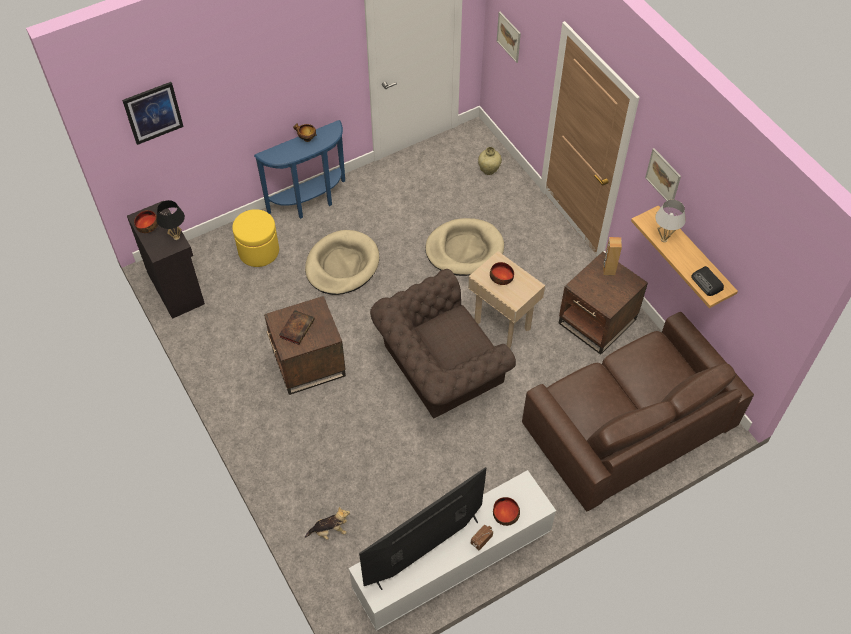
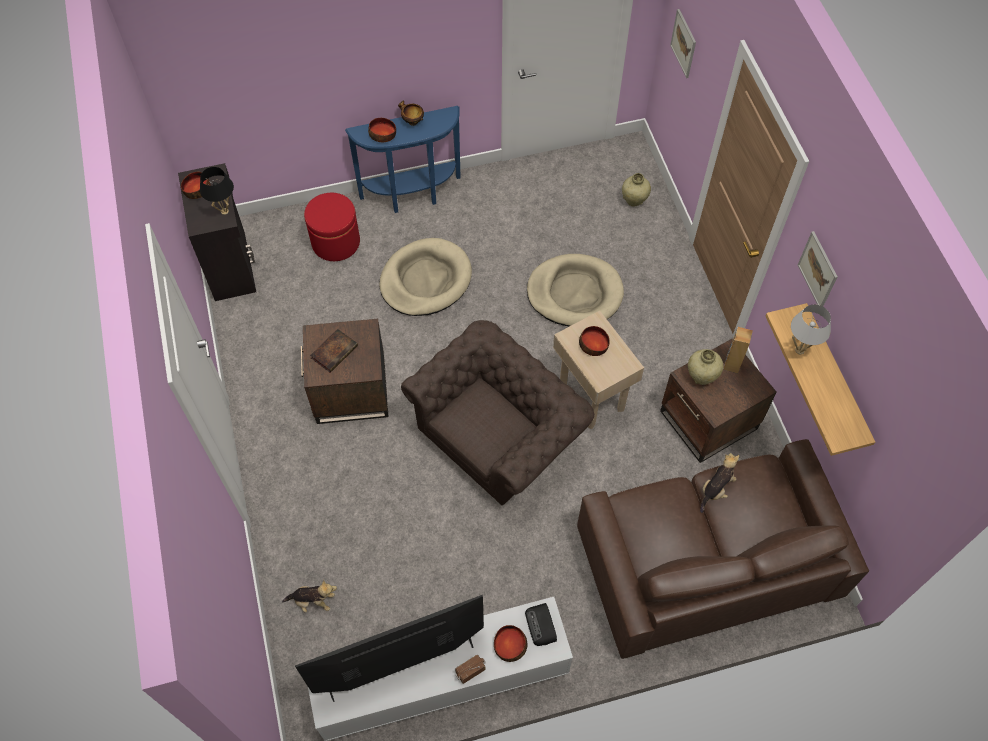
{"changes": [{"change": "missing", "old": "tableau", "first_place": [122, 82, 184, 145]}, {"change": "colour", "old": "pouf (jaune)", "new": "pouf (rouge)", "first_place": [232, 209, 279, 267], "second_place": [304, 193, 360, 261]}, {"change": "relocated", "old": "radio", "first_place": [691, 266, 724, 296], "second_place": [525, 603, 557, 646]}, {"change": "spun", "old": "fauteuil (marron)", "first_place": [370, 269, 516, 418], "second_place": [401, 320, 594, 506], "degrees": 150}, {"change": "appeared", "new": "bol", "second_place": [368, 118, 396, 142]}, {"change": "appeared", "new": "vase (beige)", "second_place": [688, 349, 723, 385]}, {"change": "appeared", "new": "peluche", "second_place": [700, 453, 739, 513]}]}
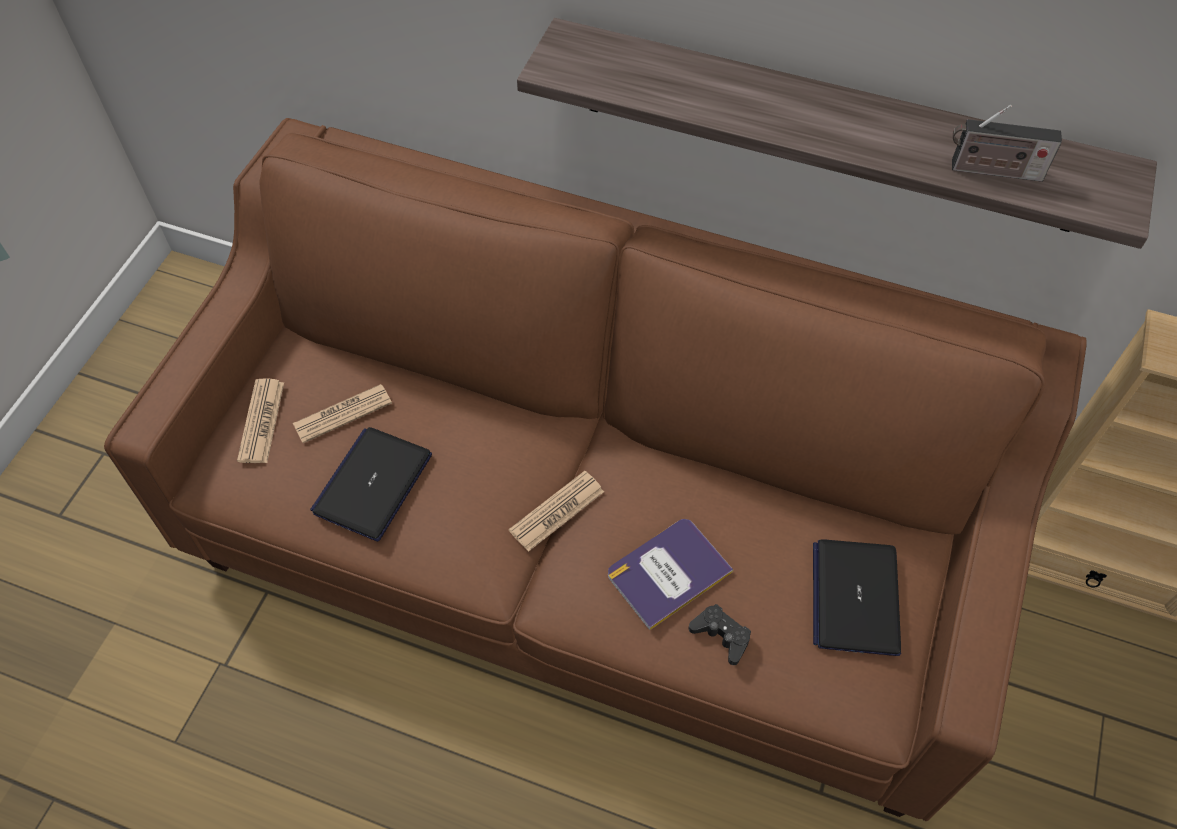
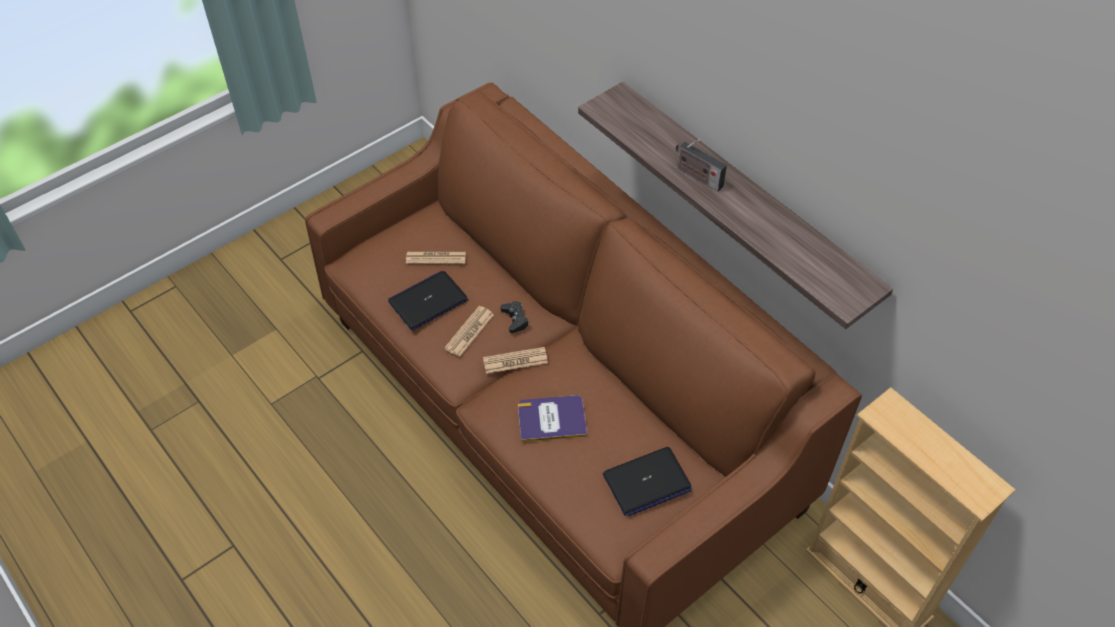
{"changes": [{"change": "relocated", "old": "radio", "first_place": [952, 104, 1062, 182], "second_place": [676, 139, 727, 191]}, {"change": "relocated", "old": "journal", "first_place": [237, 378, 284, 463], "second_place": [444, 306, 494, 357]}, {"change": "spun", "old": "ordinateur portable", "first_place": [813, 539, 901, 656], "second_place": [603, 447, 692, 516], "degrees": -150}, {"change": "relocated", "old": "manette (noir)", "first_place": [689, 604, 751, 665], "second_place": [500, 301, 529, 333]}]}
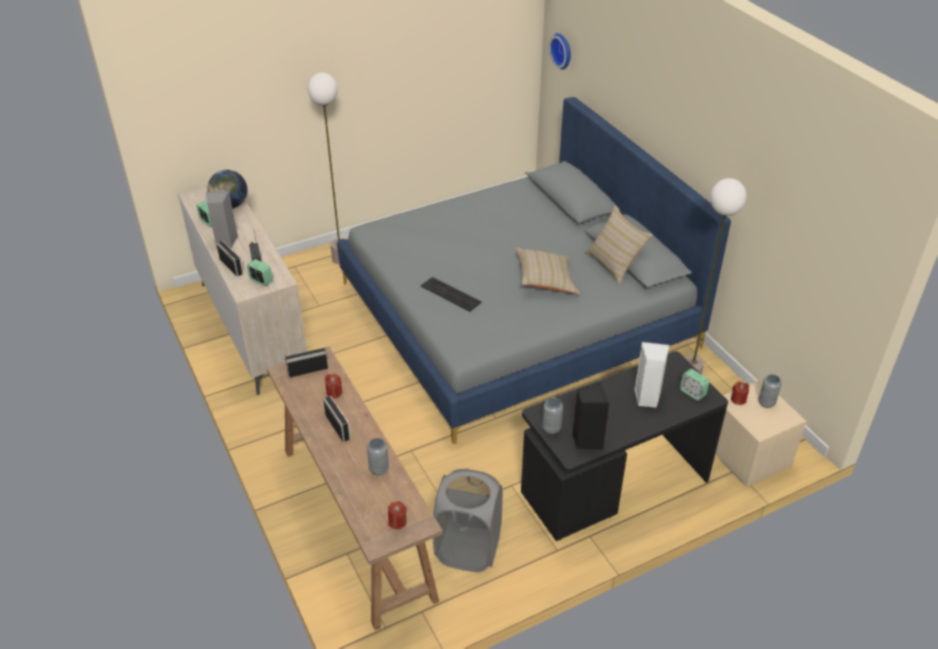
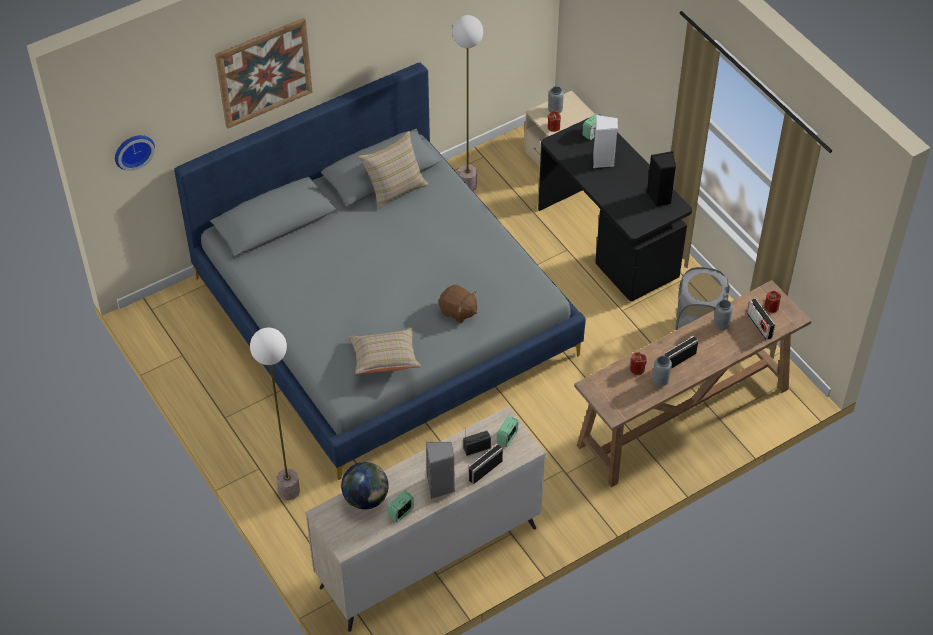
{"changes": [{"change": "relocated", "old": "coussin (beige)", "first_place": [516, 247, 580, 294], "second_place": [349, 328, 421, 374]}, {"change": "exchanged", "old": "clavier", "new": "peluche (marron)", "first_place": [421, 277, 482, 312], "second_place": [438, 285, 477, 324]}, {"change": "relocated", "old": "radio", "first_place": [285, 347, 328, 378], "second_place": [747, 298, 775, 340]}, {"change": "relocated", "old": "vase (gris)", "first_place": [542, 397, 563, 434], "second_place": [652, 356, 672, 386]}, {"change": "appeared", "new": "tableau", "second_place": [215, 18, 313, 129]}]}
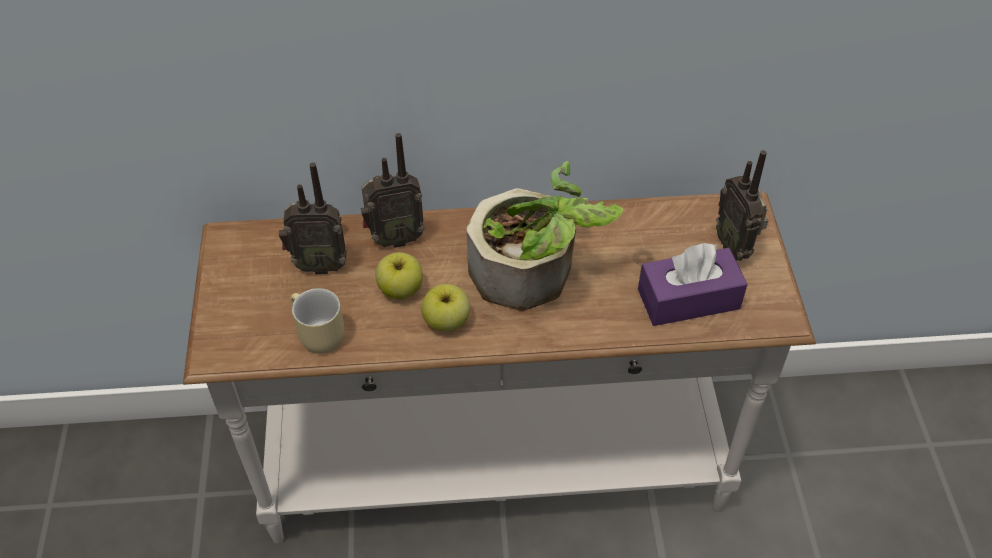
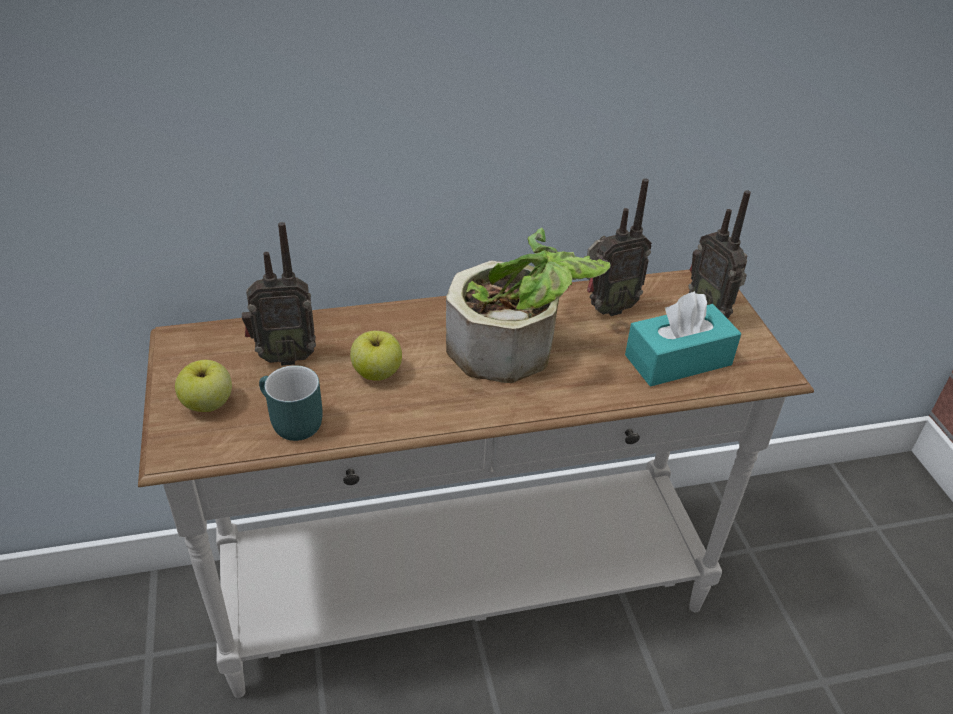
{"changes": [{"change": "relocated", "old": "radio", "first_place": [360, 133, 425, 248], "second_place": [587, 179, 652, 316]}, {"change": "colour", "old": "boîte à mouchoirs (violet)", "new": "boîte à mouchoirs (turquoise)", "first_place": [638, 243, 747, 326], "second_place": [625, 291, 742, 387]}, {"change": "relocated", "old": "pomme", "first_place": [421, 284, 470, 331], "second_place": [175, 360, 232, 412]}, {"change": "colour", "old": "mug (beige)", "new": "mug (turquoise)", "first_place": [290, 288, 344, 354], "second_place": [259, 365, 323, 441]}]}
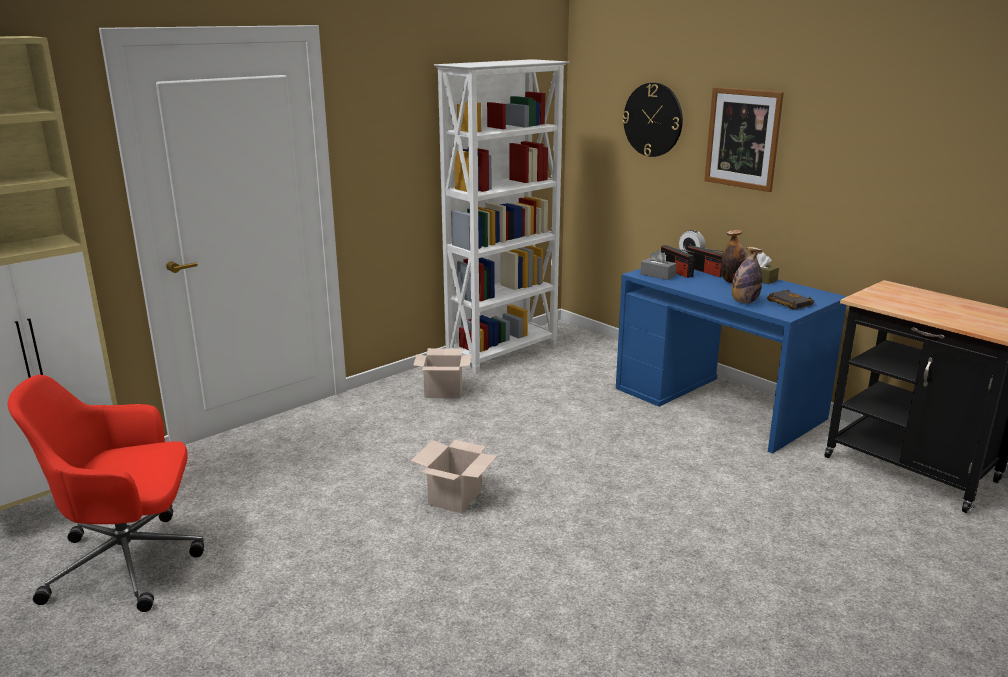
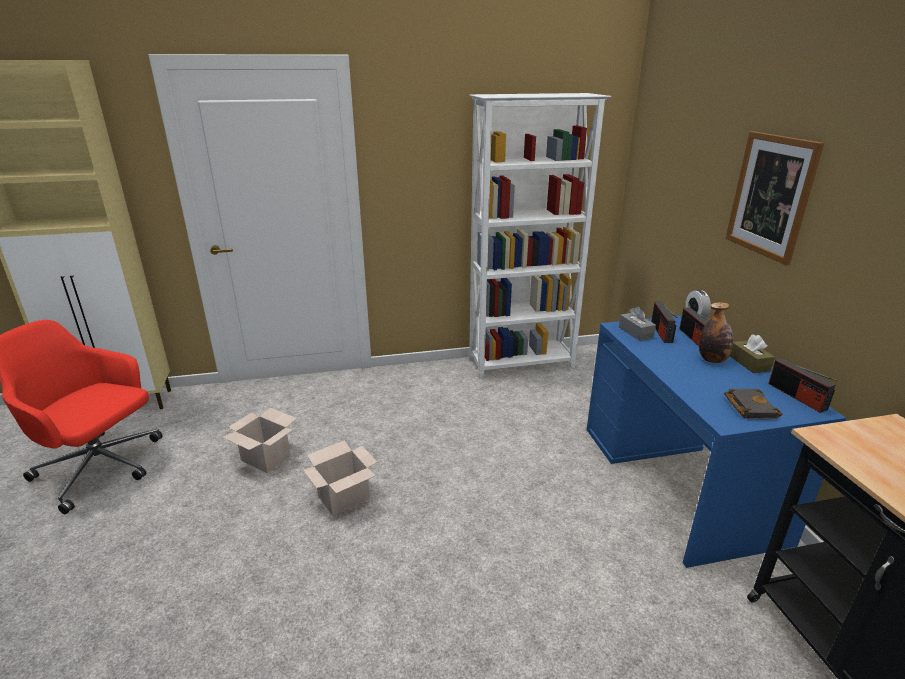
{"changes": [{"change": "missing", "old": "horloge murale", "first_place": [622, 83, 683, 157]}, {"change": "missing", "old": "bouteille", "first_place": [731, 247, 762, 304]}, {"change": "relocated", "old": "carton", "first_place": [413, 348, 471, 398], "second_place": [222, 408, 297, 473]}, {"change": "appeared", "new": "radio", "second_place": [768, 358, 837, 413]}]}
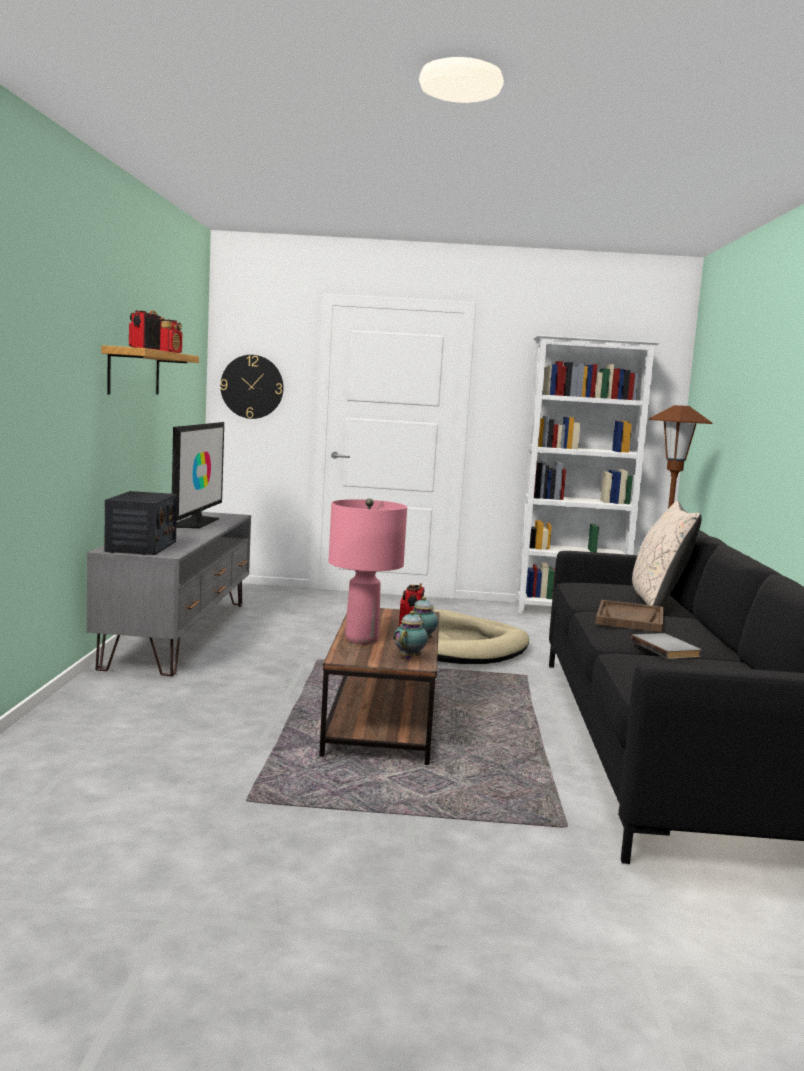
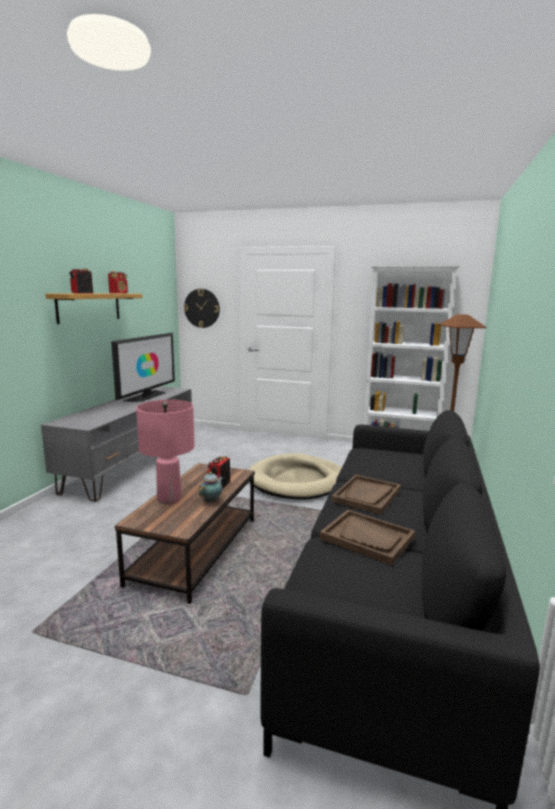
{"changes": [{"change": "missing", "old": "radio", "first_place": [104, 491, 177, 555]}, {"change": "missing", "old": "coussin (beige)", "first_place": [632, 501, 702, 607]}, {"change": "missing", "old": "théière", "first_place": [394, 611, 428, 659]}, {"change": "exchanged", "old": "livre (gris)", "new": "plateau (marron)", "first_place": [631, 633, 701, 659], "second_place": [320, 510, 415, 565]}]}
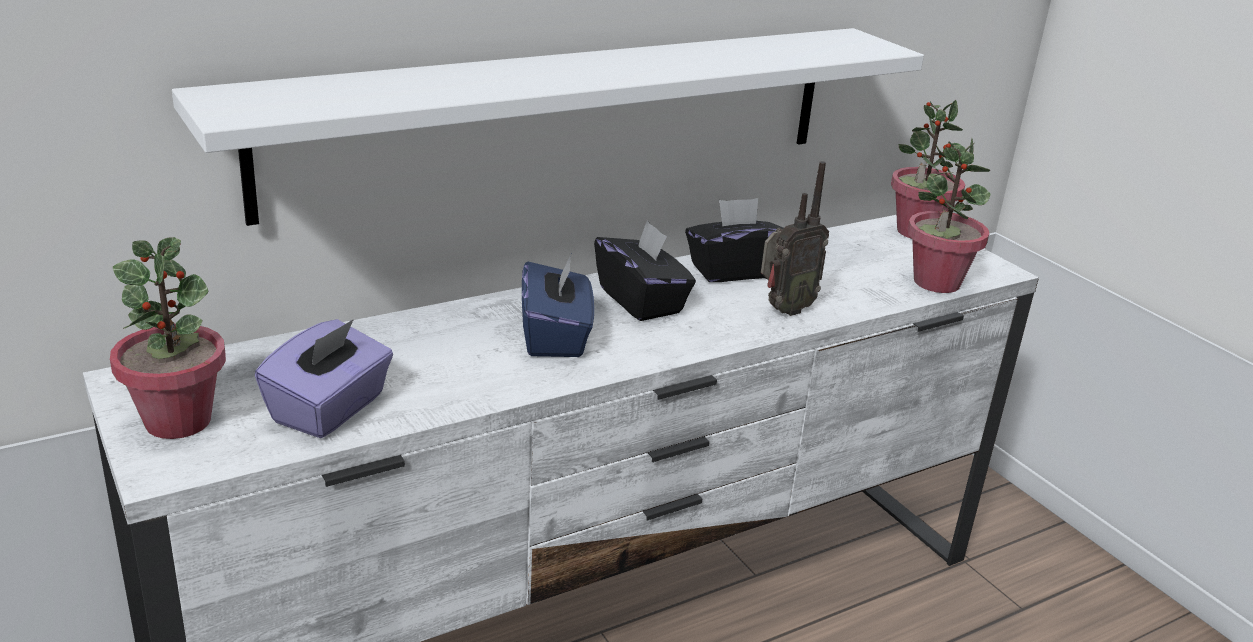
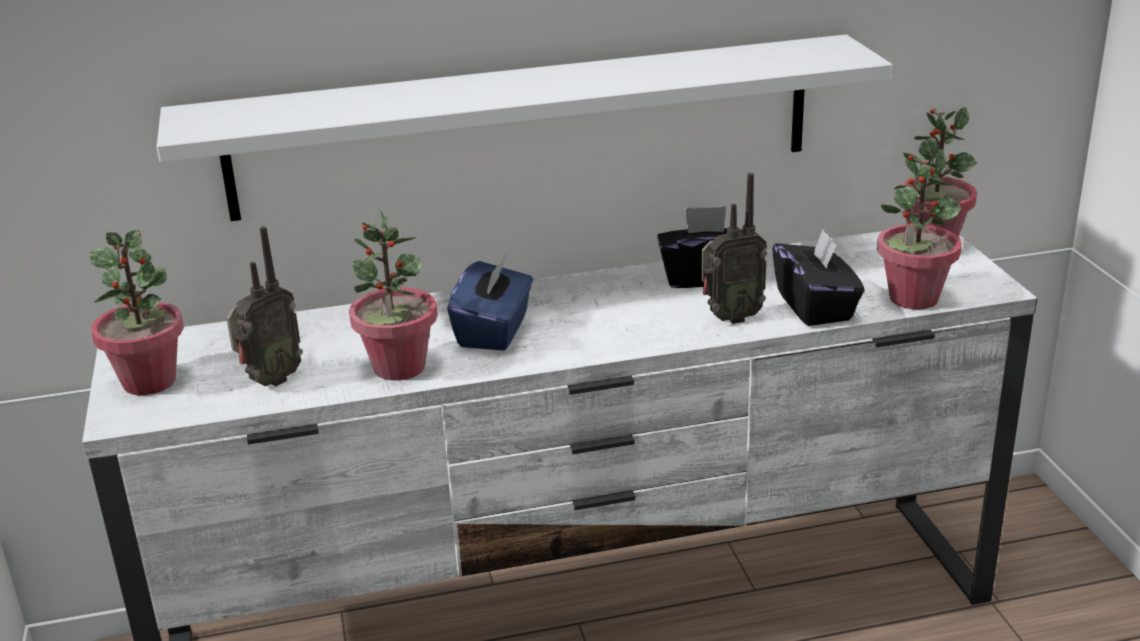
{"changes": [{"change": "relocated", "old": "boîte à mouchoirs (noir)", "first_place": [594, 220, 696, 321], "second_place": [772, 228, 864, 326]}, {"change": "exchanged", "old": "boîte à mouchoirs (violet)", "new": "radio", "first_place": [255, 319, 393, 438], "second_place": [226, 226, 303, 386]}, {"change": "appeared", "new": "plante en pot", "second_place": [349, 209, 438, 381]}]}
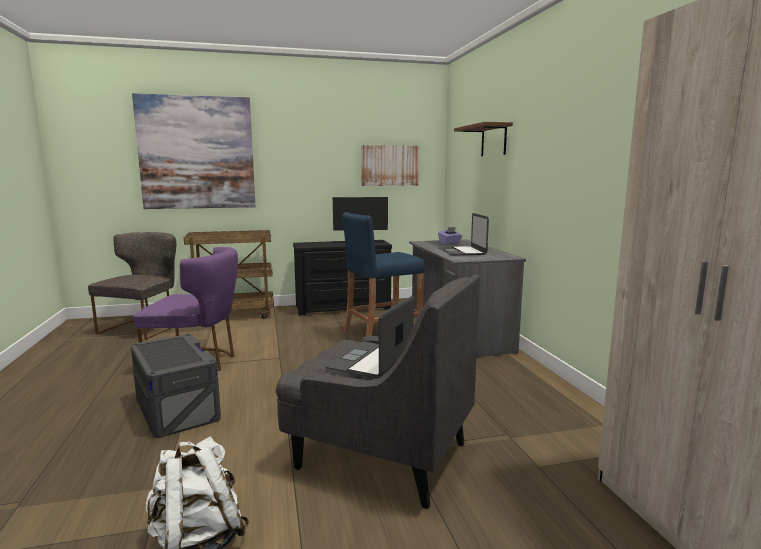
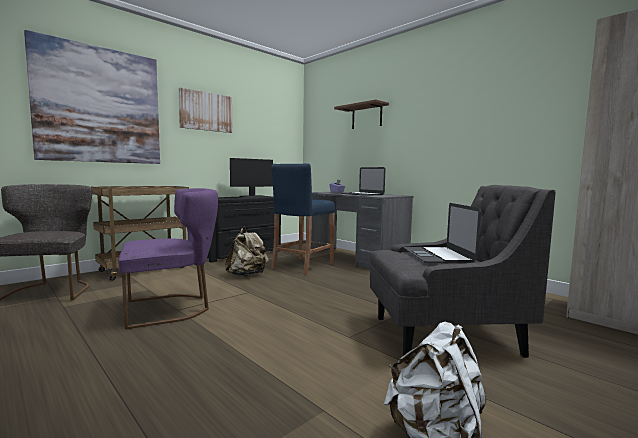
{"changes": [{"change": "relocated", "old": "tableau", "first_place": [361, 145, 420, 186], "second_place": [179, 88, 232, 133]}, {"change": "missing", "old": "boîte de rangement (gris)", "first_place": [131, 334, 221, 438]}, {"change": "appeared", "new": "sac à dos (beige)", "second_place": [225, 227, 269, 276]}]}
